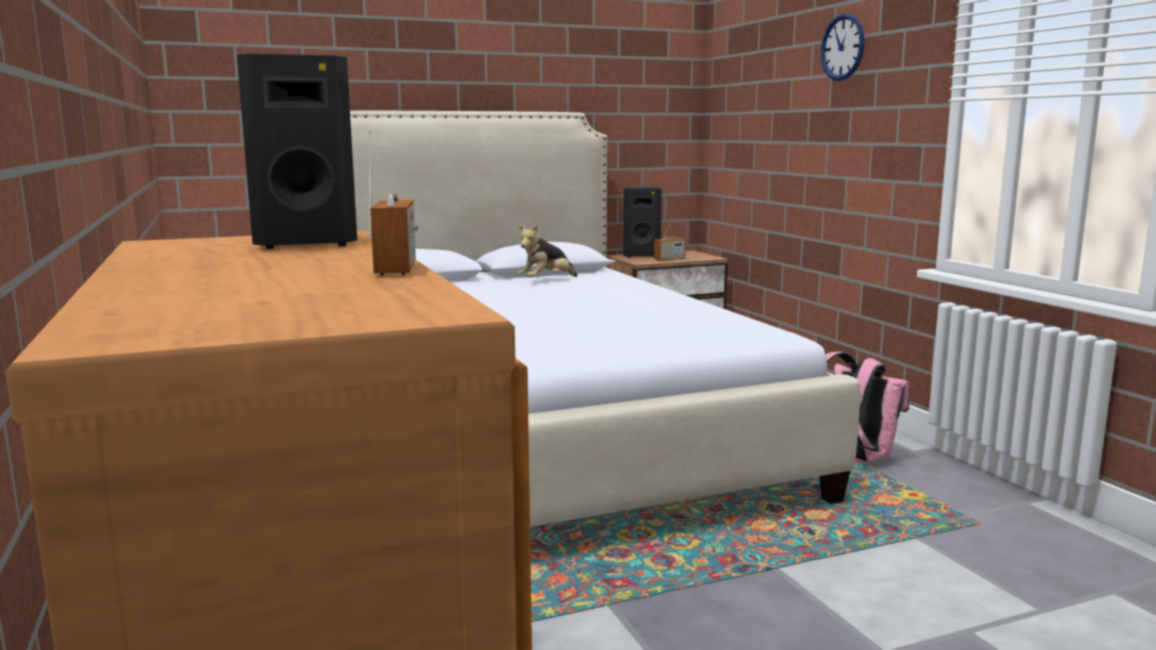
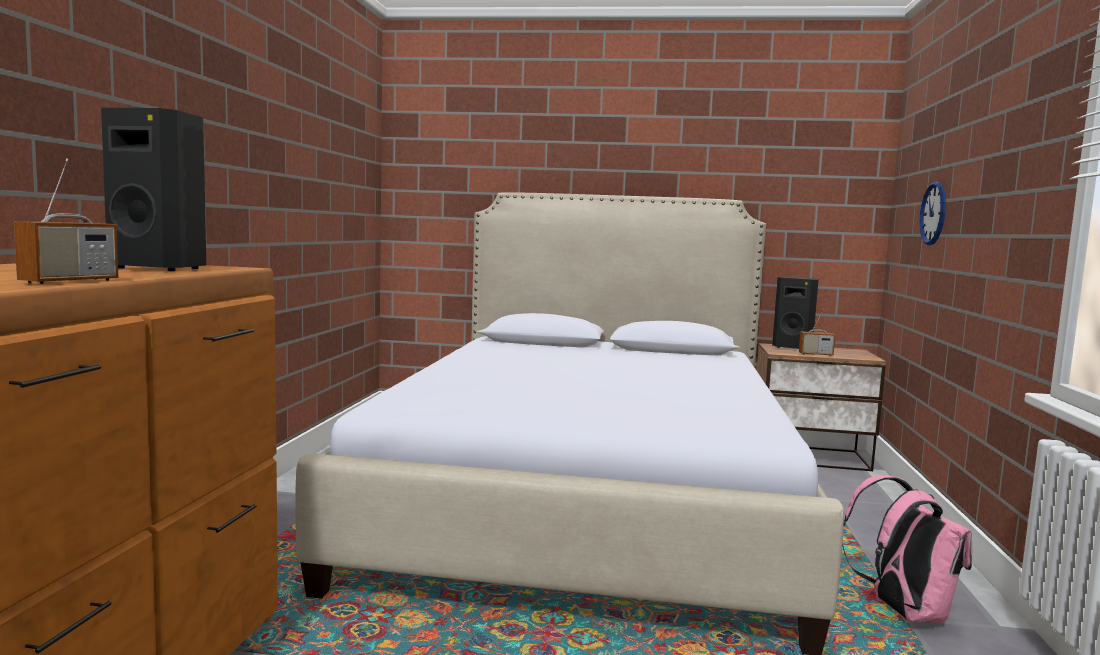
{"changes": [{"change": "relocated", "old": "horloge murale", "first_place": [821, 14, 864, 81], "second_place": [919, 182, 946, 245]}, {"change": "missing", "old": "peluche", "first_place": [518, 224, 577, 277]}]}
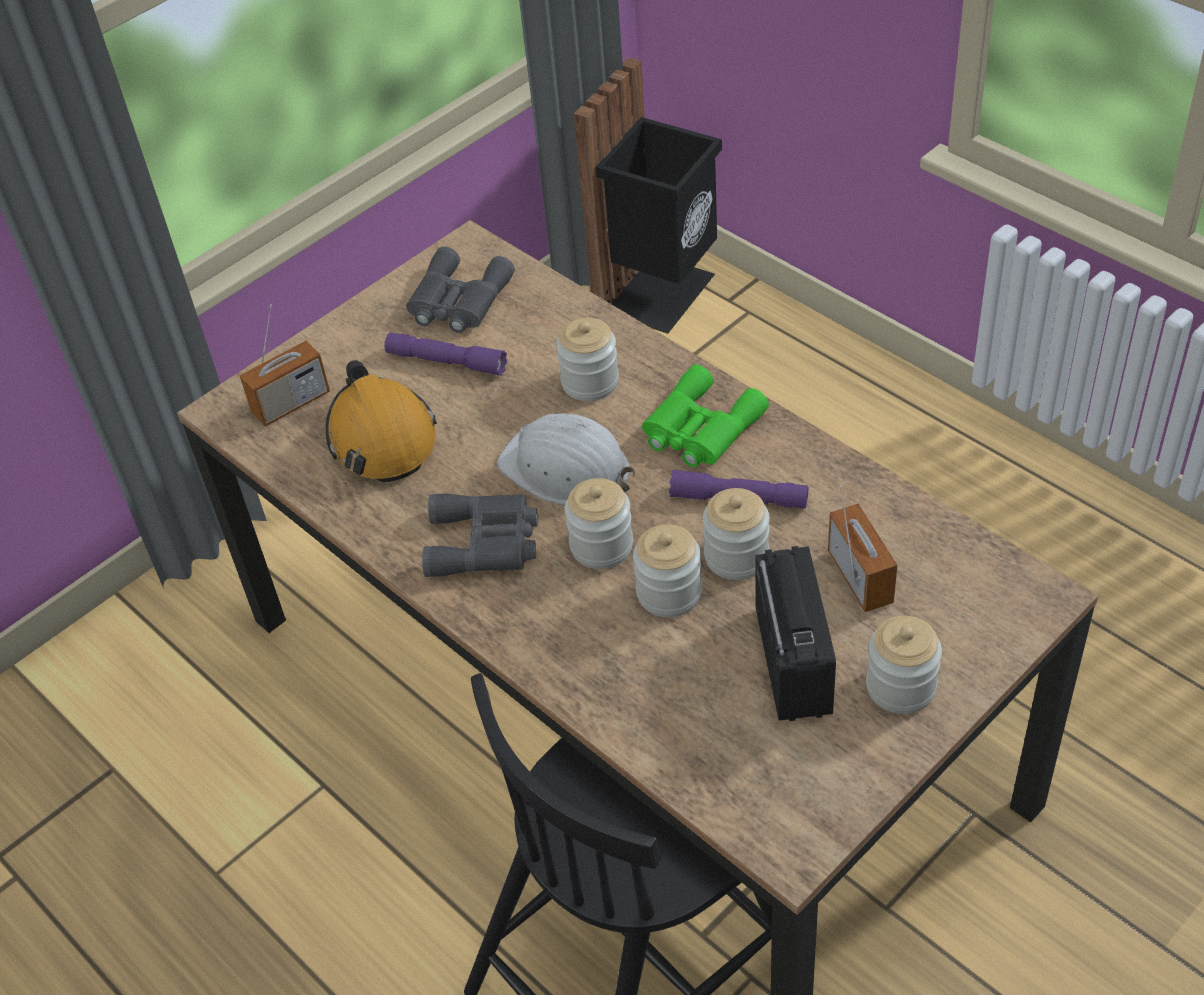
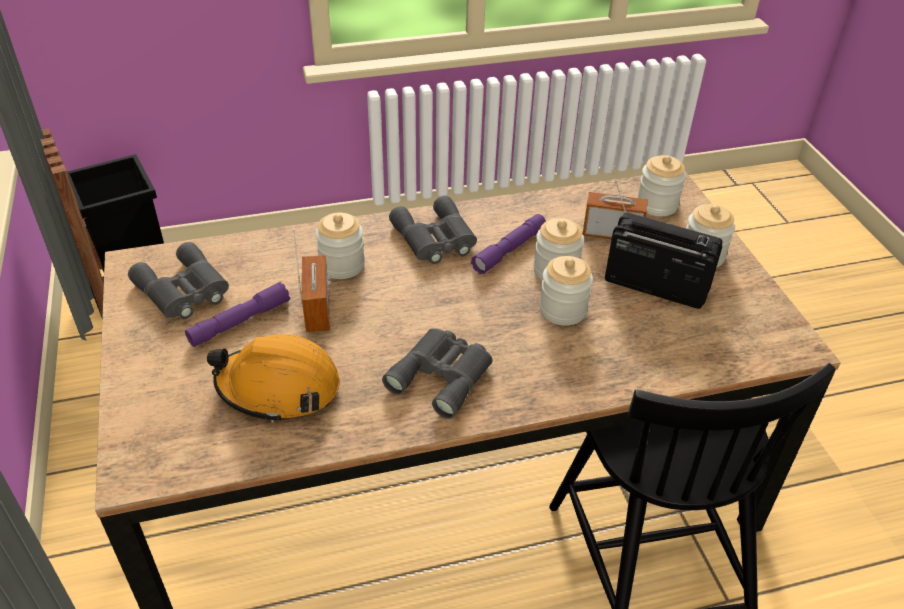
{"changes": [{"change": "relocated", "old": "radio", "first_place": [239, 304, 330, 427], "second_place": [293, 230, 331, 332]}, {"change": "colour", "old": "jumelles (vert)", "new": "jumelles (gris)", "first_place": [642, 365, 769, 467], "second_place": [389, 196, 477, 264]}, {"change": "missing", "old": "casque de chantier (blanc)", "first_place": [497, 413, 635, 506]}, {"change": "relocated", "old": "bocal", "first_place": [565, 478, 633, 569], "second_place": [637, 155, 686, 216]}]}
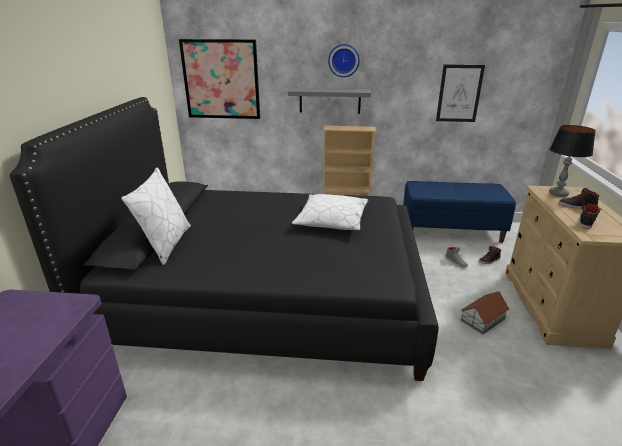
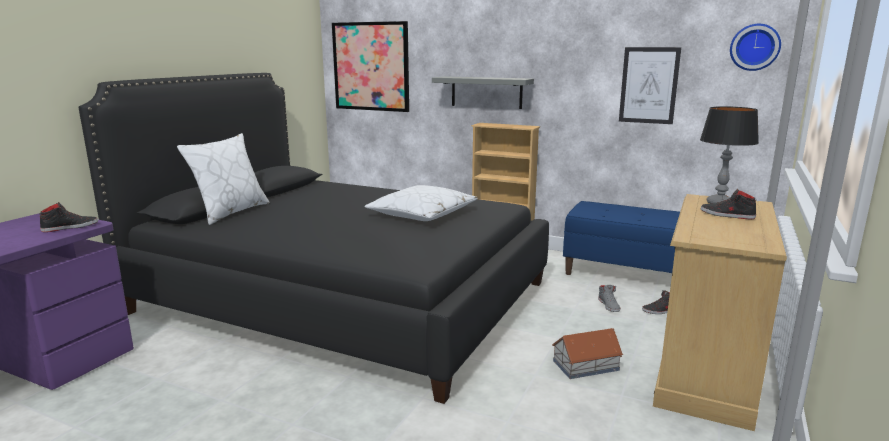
{"changes": [{"change": "relocated", "old": "horloge murale", "first_place": [328, 44, 360, 77], "second_place": [730, 24, 781, 71]}, {"change": "relocated", "old": "chaussure (noir)", "first_place": [580, 204, 601, 229], "second_place": [39, 202, 98, 232]}]}
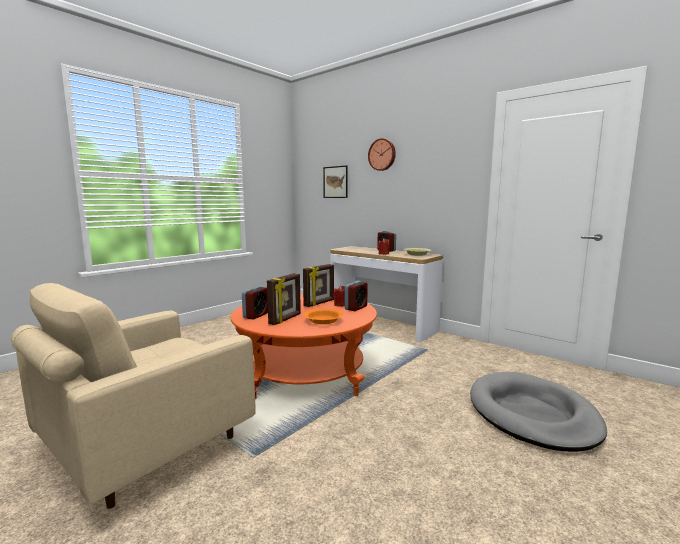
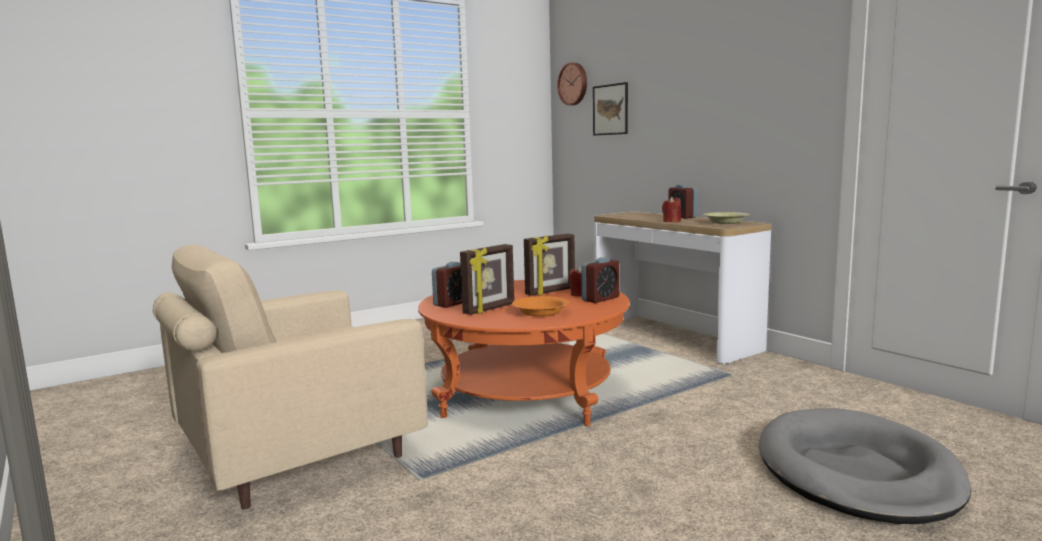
{"changes": [{"change": "relocated", "old": "horloge murale", "first_place": [368, 138, 396, 171], "second_place": [557, 62, 587, 105]}]}
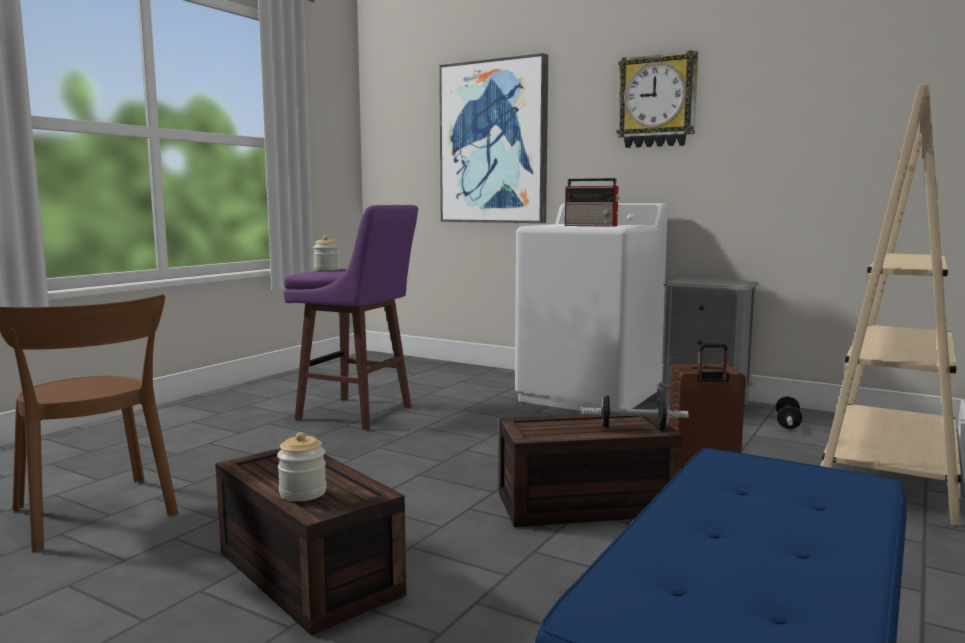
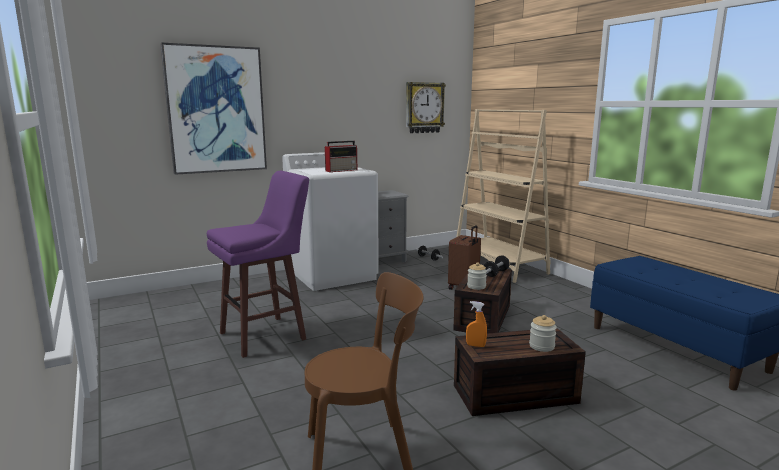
{"changes": [{"change": "relocated", "old": "horloge murale", "first_place": [616, 50, 698, 148], "second_place": [406, 82, 446, 133]}, {"change": "relocated", "old": "bocal", "first_place": [313, 236, 339, 271], "second_place": [467, 262, 487, 290]}, {"change": "appeared", "new": "vaporisateur (orange)", "second_place": [466, 301, 487, 347]}]}
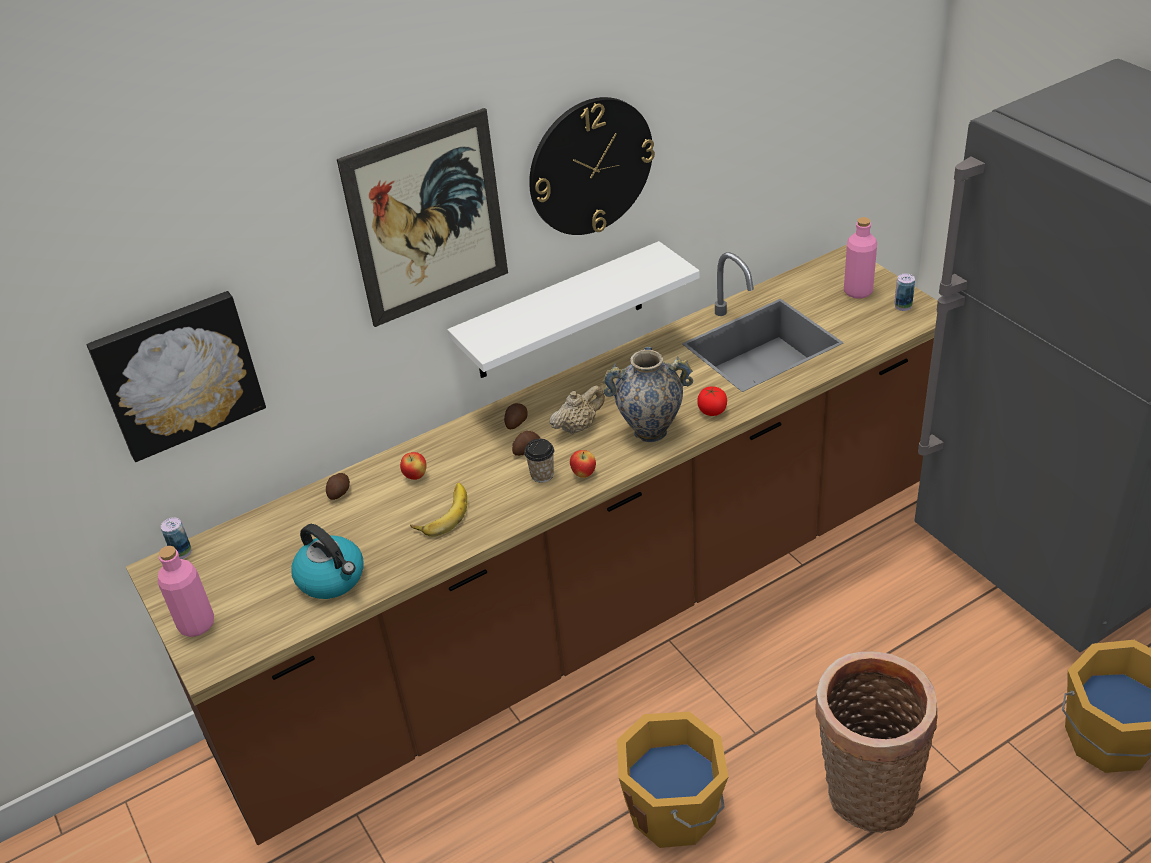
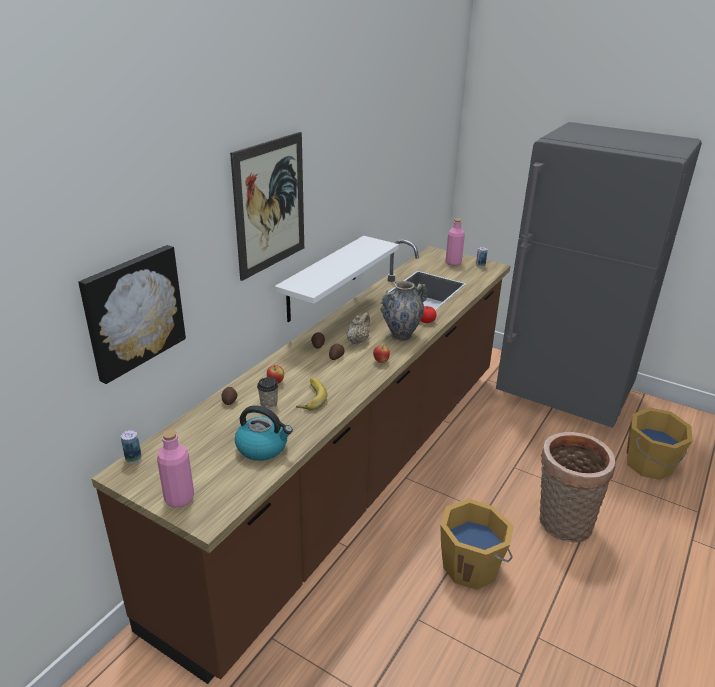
{"changes": [{"change": "missing", "old": "horloge murale", "first_place": [529, 97, 655, 235]}, {"change": "relocated", "old": "tasse", "first_place": [524, 439, 554, 482], "second_place": [257, 377, 279, 409]}]}
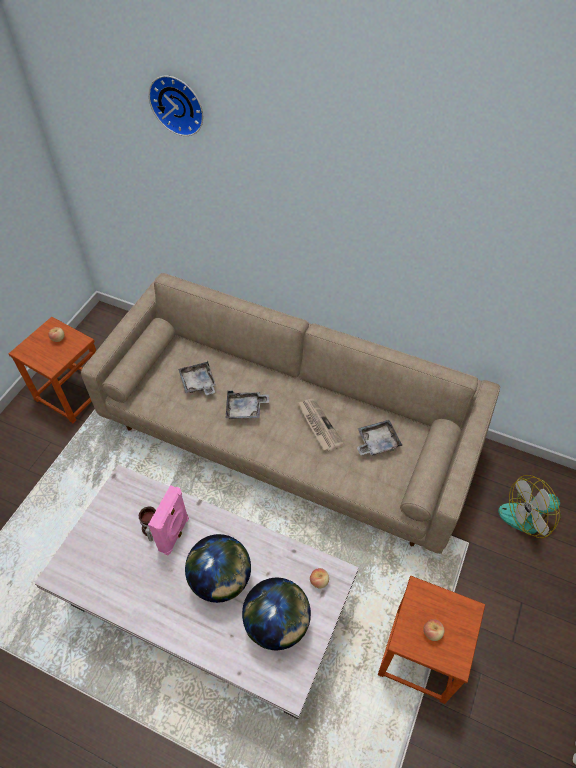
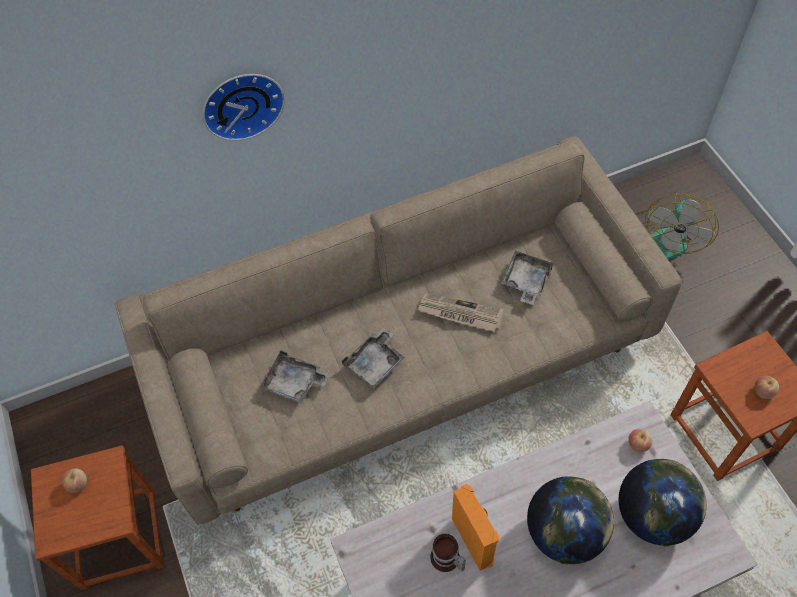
{"changes": [{"change": "relocated", "old": "horloge murale", "first_place": [149, 75, 203, 136], "second_place": [202, 74, 285, 141]}, {"change": "colour", "old": "enceinte (rose)", "new": "enceinte (orange)", "first_place": [148, 485, 189, 555], "second_place": [452, 484, 499, 571]}]}
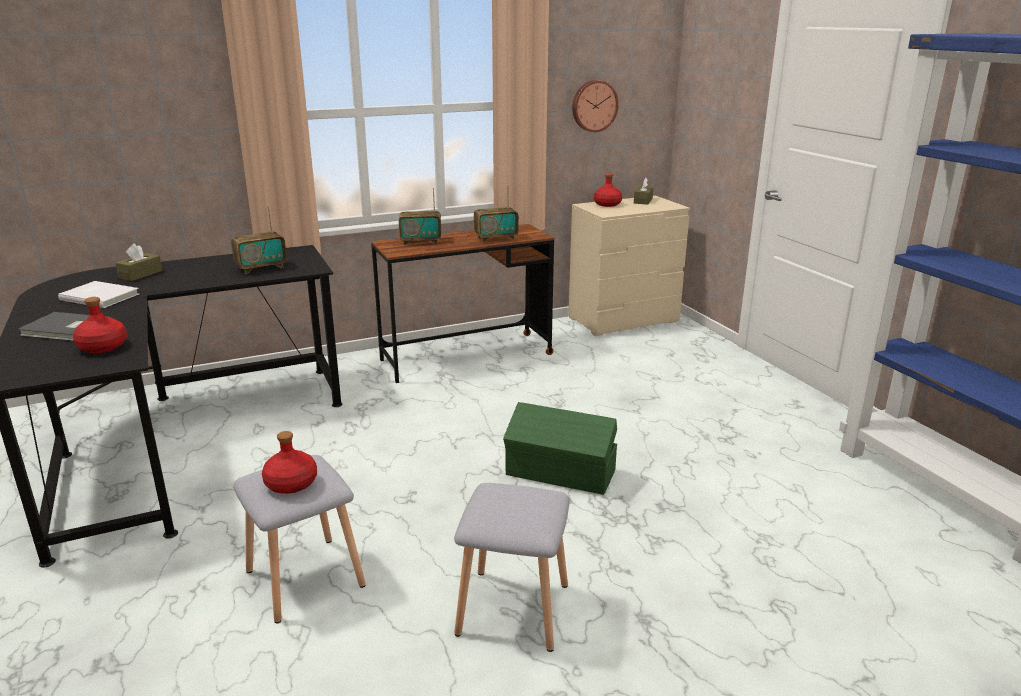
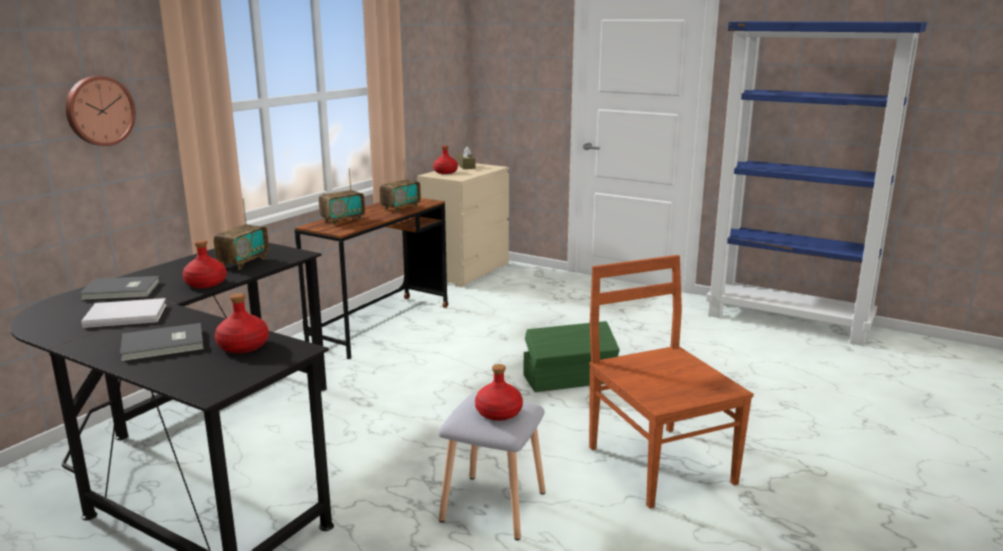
{"changes": [{"change": "relocated", "old": "horloge murale", "first_place": [572, 80, 619, 132], "second_place": [66, 76, 136, 146]}, {"change": "exchanged", "old": "boîte à mouchoirs (marron)", "new": "livre (gris)", "first_place": [115, 243, 163, 281], "second_place": [79, 276, 160, 300]}, {"change": "exchanged", "old": "tabouret (gris)", "new": "chaise (marron)", "first_place": [454, 483, 570, 652], "second_place": [589, 255, 754, 509]}, {"change": "appeared", "new": "bouteille (rouge)", "second_place": [182, 240, 227, 288]}]}
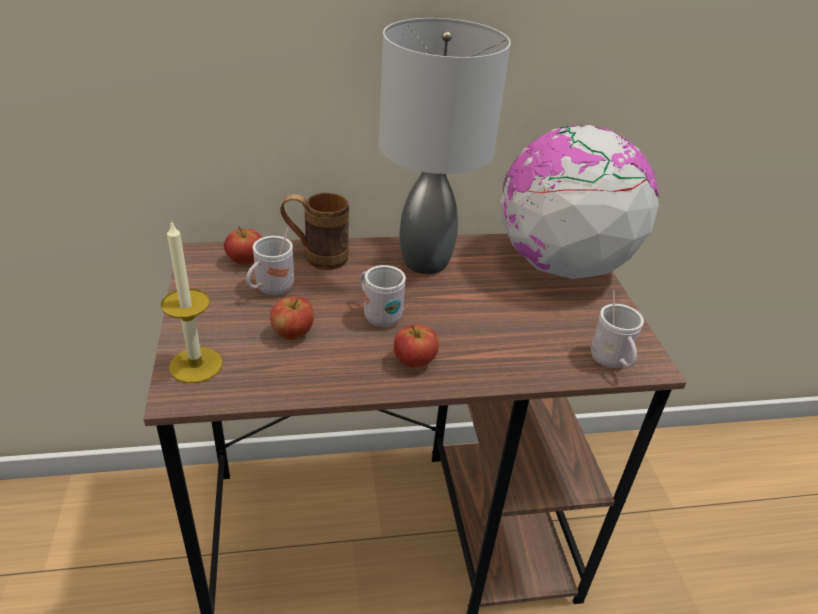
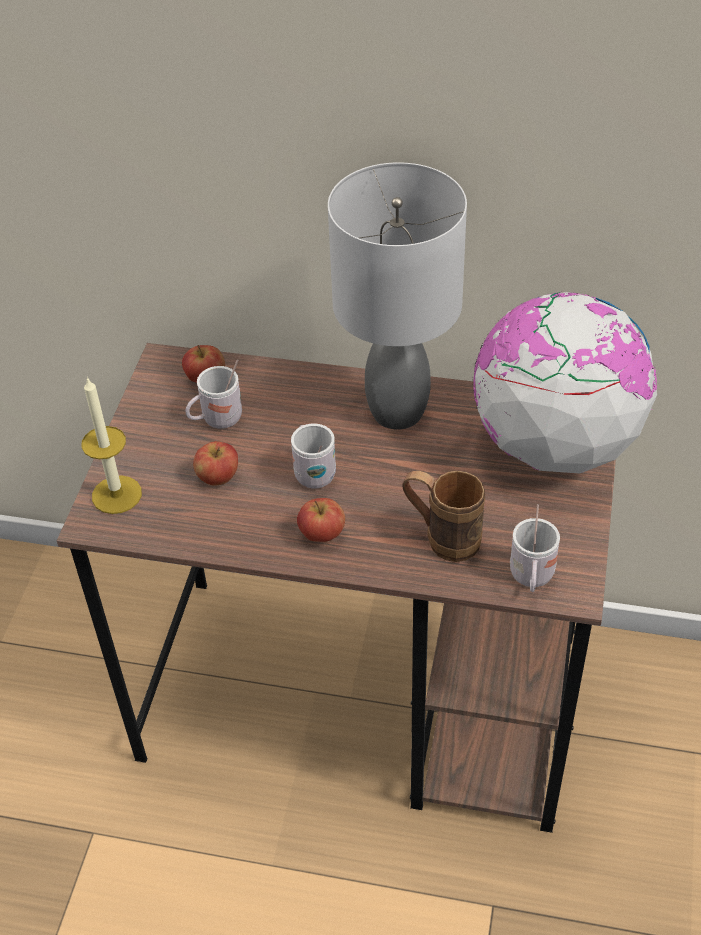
{"changes": [{"change": "relocated", "old": "mug (marron)", "first_place": [280, 193, 349, 270], "second_place": [402, 470, 485, 562]}]}
